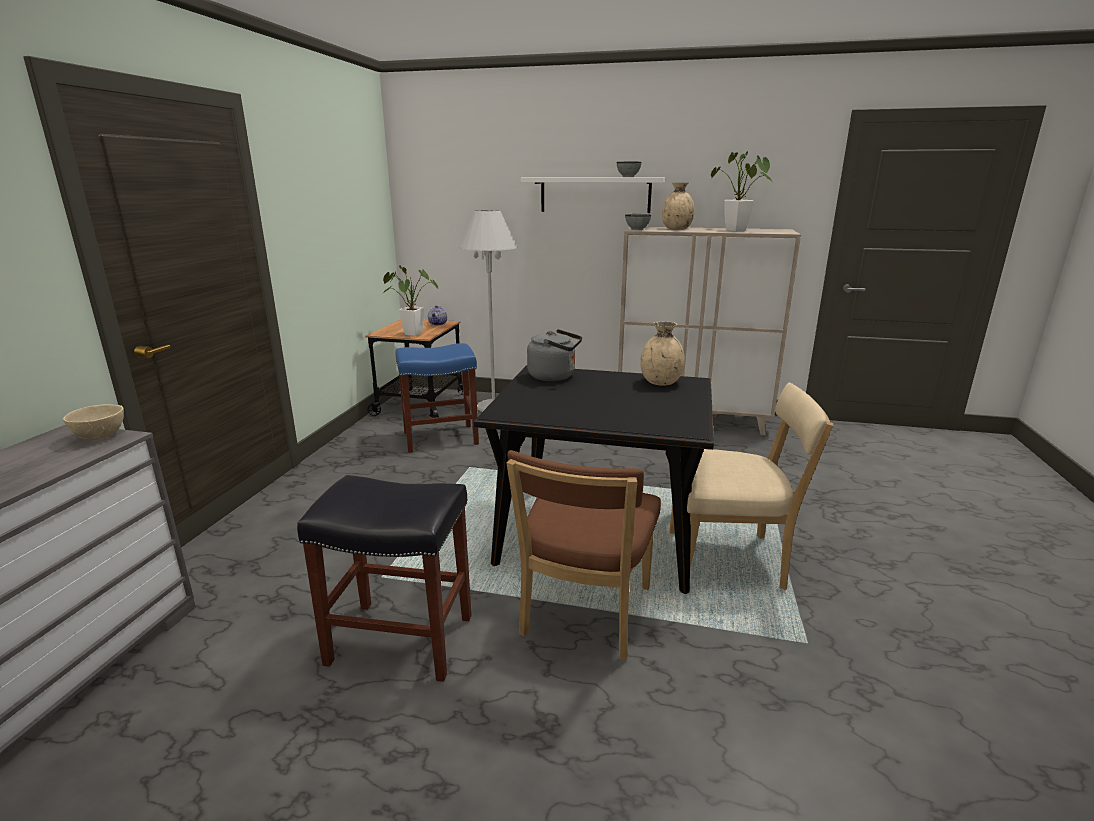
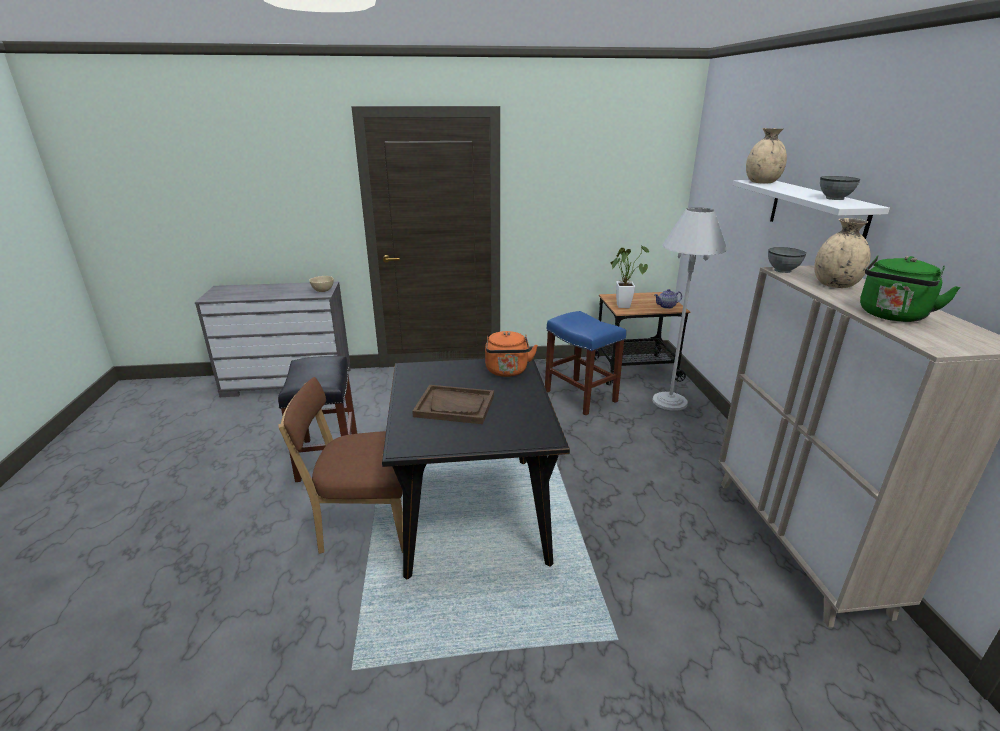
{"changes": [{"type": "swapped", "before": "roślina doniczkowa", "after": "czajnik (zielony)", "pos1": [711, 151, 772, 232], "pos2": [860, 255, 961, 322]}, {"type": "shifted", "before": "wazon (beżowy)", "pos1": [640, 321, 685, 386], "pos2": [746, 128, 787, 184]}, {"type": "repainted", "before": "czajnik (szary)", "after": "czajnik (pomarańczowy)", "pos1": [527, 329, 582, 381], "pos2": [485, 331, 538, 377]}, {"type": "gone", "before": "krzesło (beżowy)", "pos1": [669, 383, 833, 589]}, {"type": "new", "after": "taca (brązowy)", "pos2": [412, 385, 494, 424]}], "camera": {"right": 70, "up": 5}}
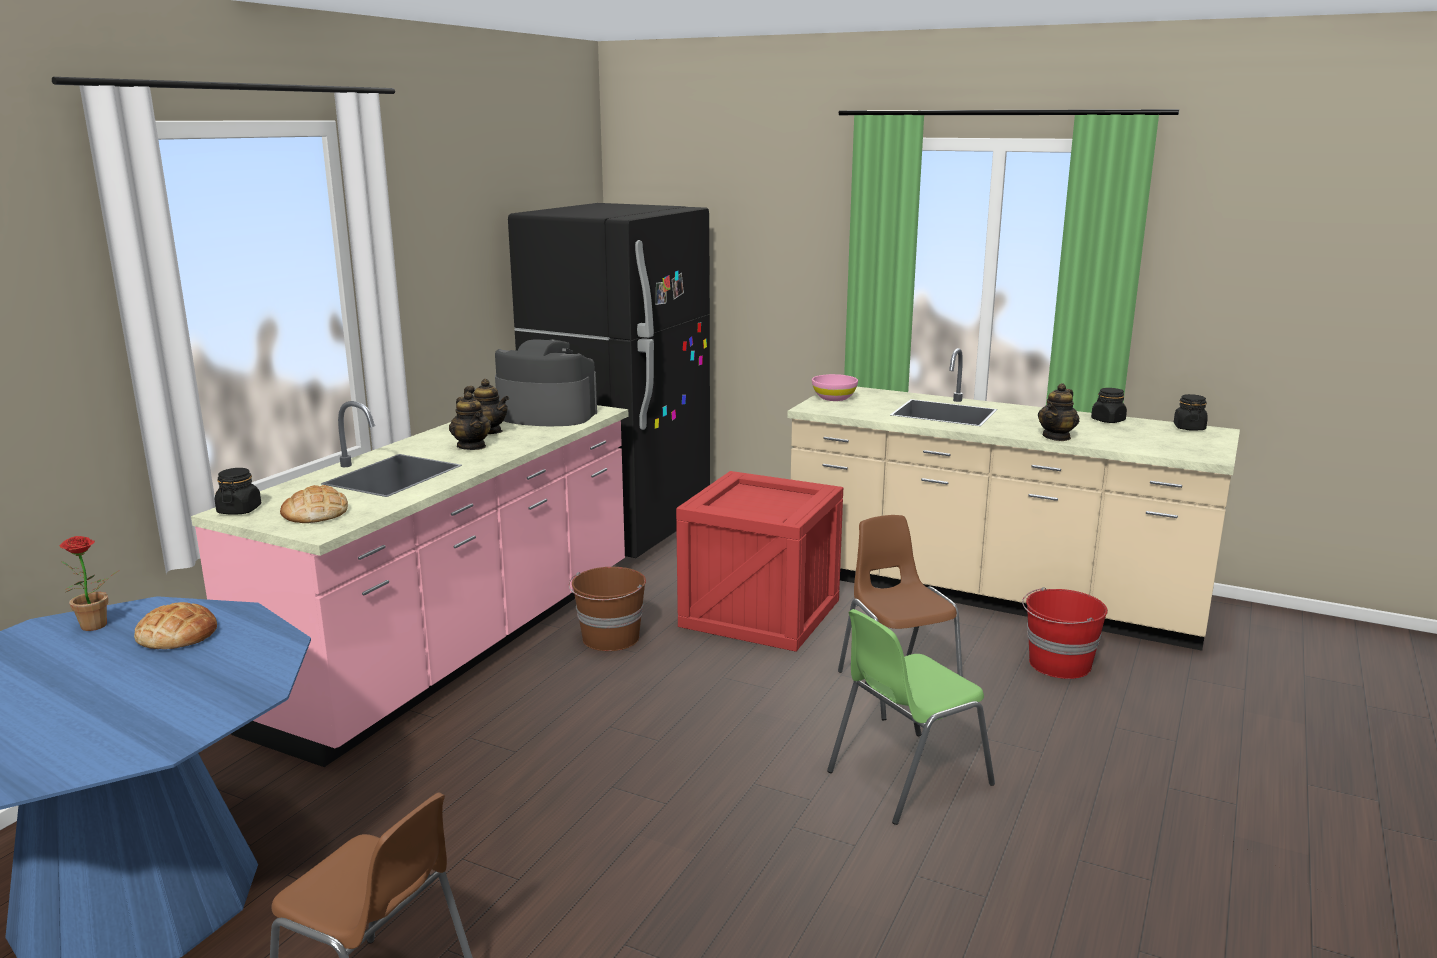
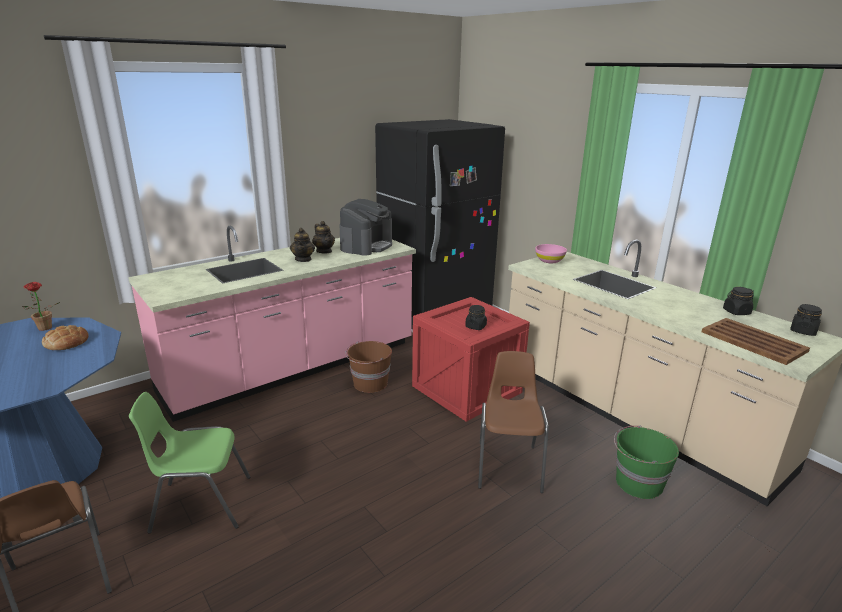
{"changes": [{"type": "rotated", "before": "ekspres do kawy", "pos1": [495, 339, 597, 426], "pos2": [340, 199, 392, 256], "turn": 75}, {"type": "gone", "before": "imbryk", "pos1": [1038, 383, 1079, 441]}, {"type": "shifted", "before": "słoik (czarny)", "pos1": [215, 468, 261, 514], "pos2": [465, 305, 487, 330]}, {"type": "gone", "before": "chleb", "pos1": [280, 485, 348, 523]}, {"type": "repainted", "before": "wiadro (czerwony)", "after": "wiadro (zielony)", "pos1": [1022, 587, 1108, 679], "pos2": [614, 425, 679, 499]}, {"type": "shifted", "before": "krzesło (zielony)", "pos1": [827, 609, 995, 825], "pos2": [129, 392, 250, 534]}, {"type": "new", "after": "taca (brązowy)", "pos2": [702, 318, 810, 365]}], "camera": {"right": 25, "up": 5}}
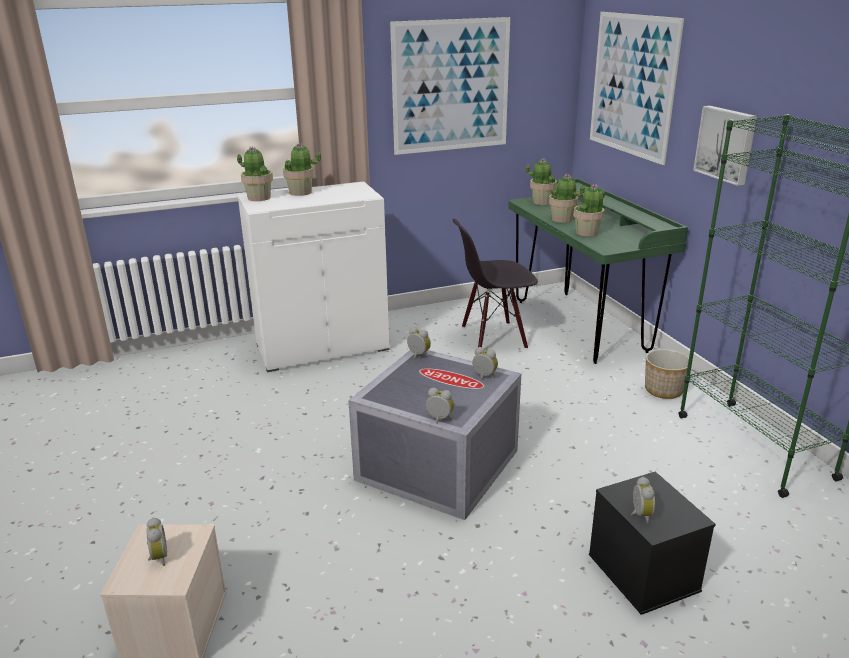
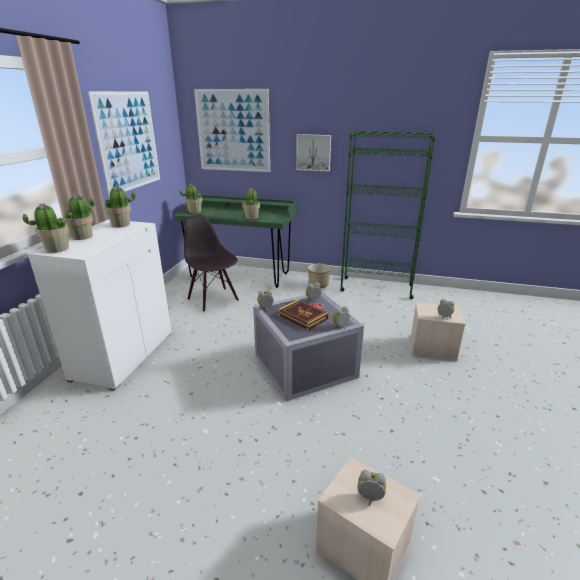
{"changes": [{"type": "shifted", "before": "roślina doniczkowa", "pos1": [549, 174, 585, 223], "pos2": [104, 185, 135, 228]}, {"type": "rotated", "before": "krzesło (czarny)", "pos1": [453, 219, 538, 349], "pos2": [184, 215, 239, 312], "turn": 120}, {"type": "repainted", "before": "pojemnik do przechowywania (czarny)", "after": "pojemnik do przechowywania (beżowy)", "pos1": [589, 472, 716, 615], "pos2": [411, 302, 466, 361]}, {"type": "new", "after": "książka", "pos2": [278, 300, 329, 330]}], "camera": {"right": -55, "up": 0}}
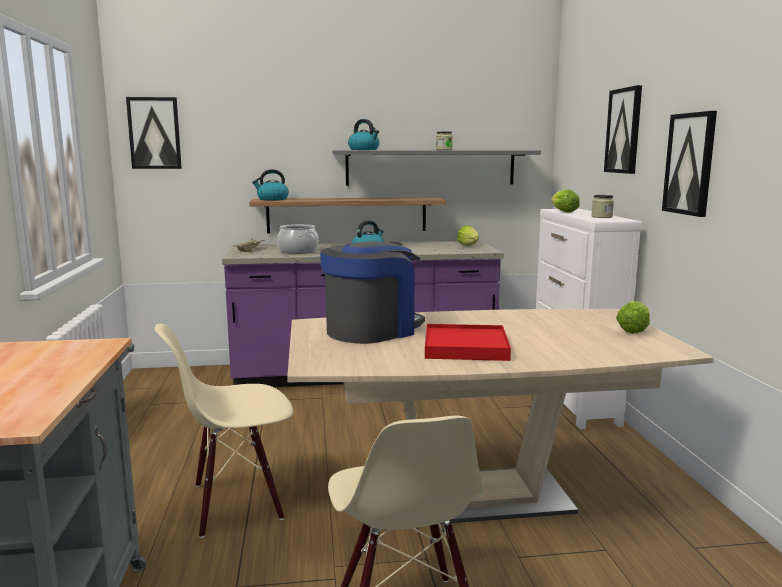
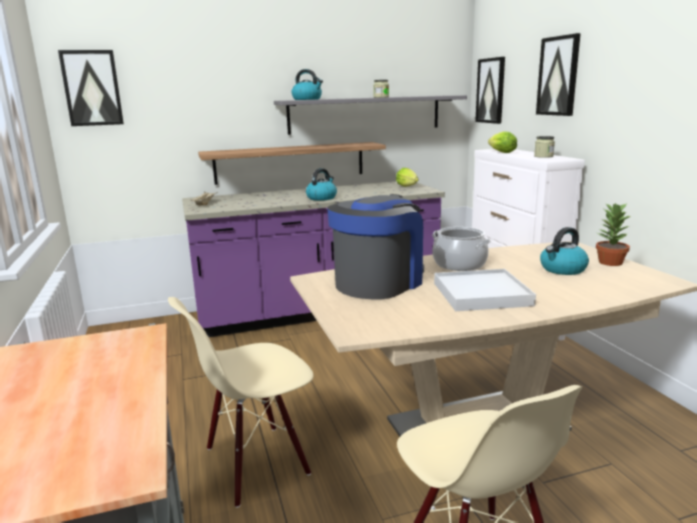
{"changes": [{"type": "shifted", "before": "obraz", "pos1": [662, 111, 717, 217], "pos2": [475, 57, 505, 124]}, {"type": "shifted", "before": "czajnik", "pos1": [252, 169, 289, 200], "pos2": [540, 227, 589, 275]}, {"type": "shifted", "before": "garnek", "pos1": [277, 224, 319, 254], "pos2": [432, 227, 491, 271]}, {"type": "swapped", "before": "sałata", "after": "roślina doniczkowa", "pos1": [616, 301, 650, 334], "pos2": [596, 203, 631, 266]}, {"type": "repainted", "before": "taca (czerwony)", "after": "taca (biały)", "pos1": [425, 324, 511, 361], "pos2": [434, 269, 536, 311]}], "camera": {"right": -10, "up": 5}}
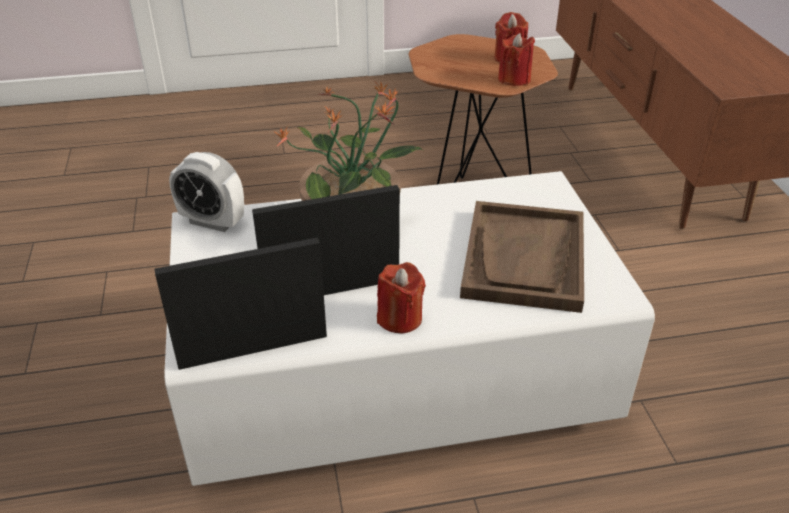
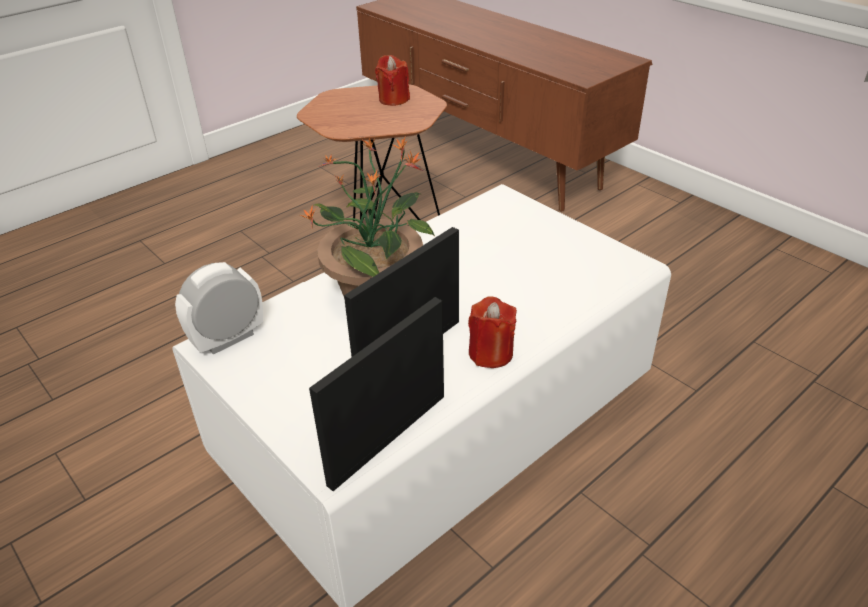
{"changes": [{"type": "gone", "before": "świeca (czerwony)", "pos1": [498, 33, 535, 86]}, {"type": "rotated", "before": "budzik", "pos1": [169, 152, 244, 232], "pos2": [175, 262, 263, 354], "turn": 150}, {"type": "gone", "before": "taca (brązowy)", "pos1": [460, 201, 584, 313]}], "camera": {"right": -30, "up": 0}}
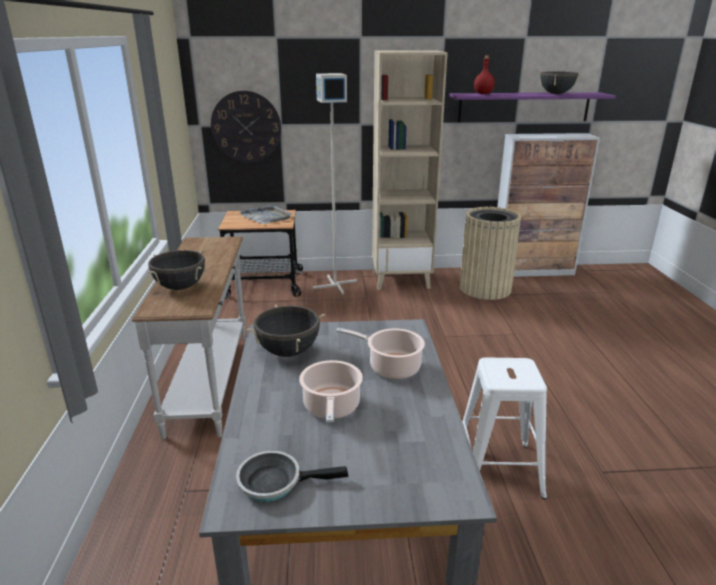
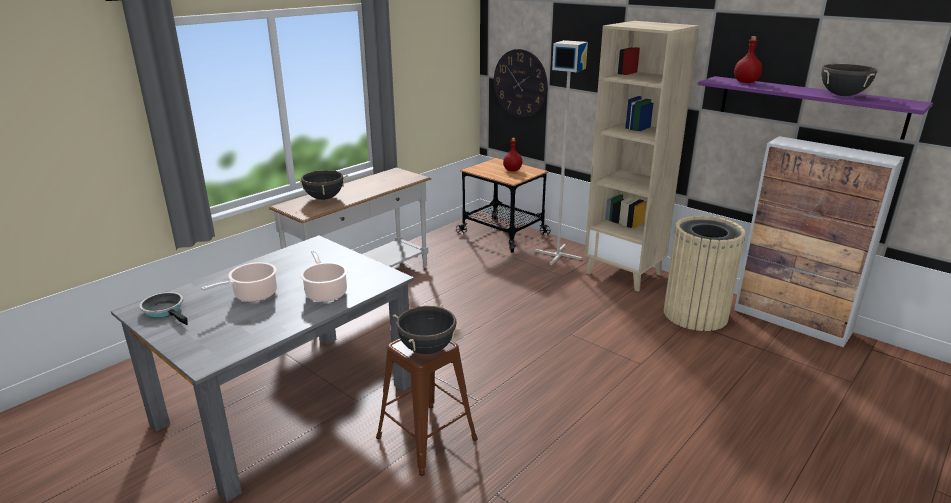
{"changes": [{"type": "swapped", "before": "taca (szary)", "after": "butelka (czerwony)", "pos1": [239, 205, 292, 224], "pos2": [503, 138, 522, 172]}, {"type": "shifted", "before": "garnek (czarny)", "pos1": [246, 305, 325, 357], "pos2": [393, 304, 461, 354]}, {"type": "repainted", "before": "stołek (biały)", "after": "stołek (brązowy)", "pos1": [462, 358, 547, 499], "pos2": [376, 338, 478, 476]}], "camera": {"right": 45, "up": 0}}
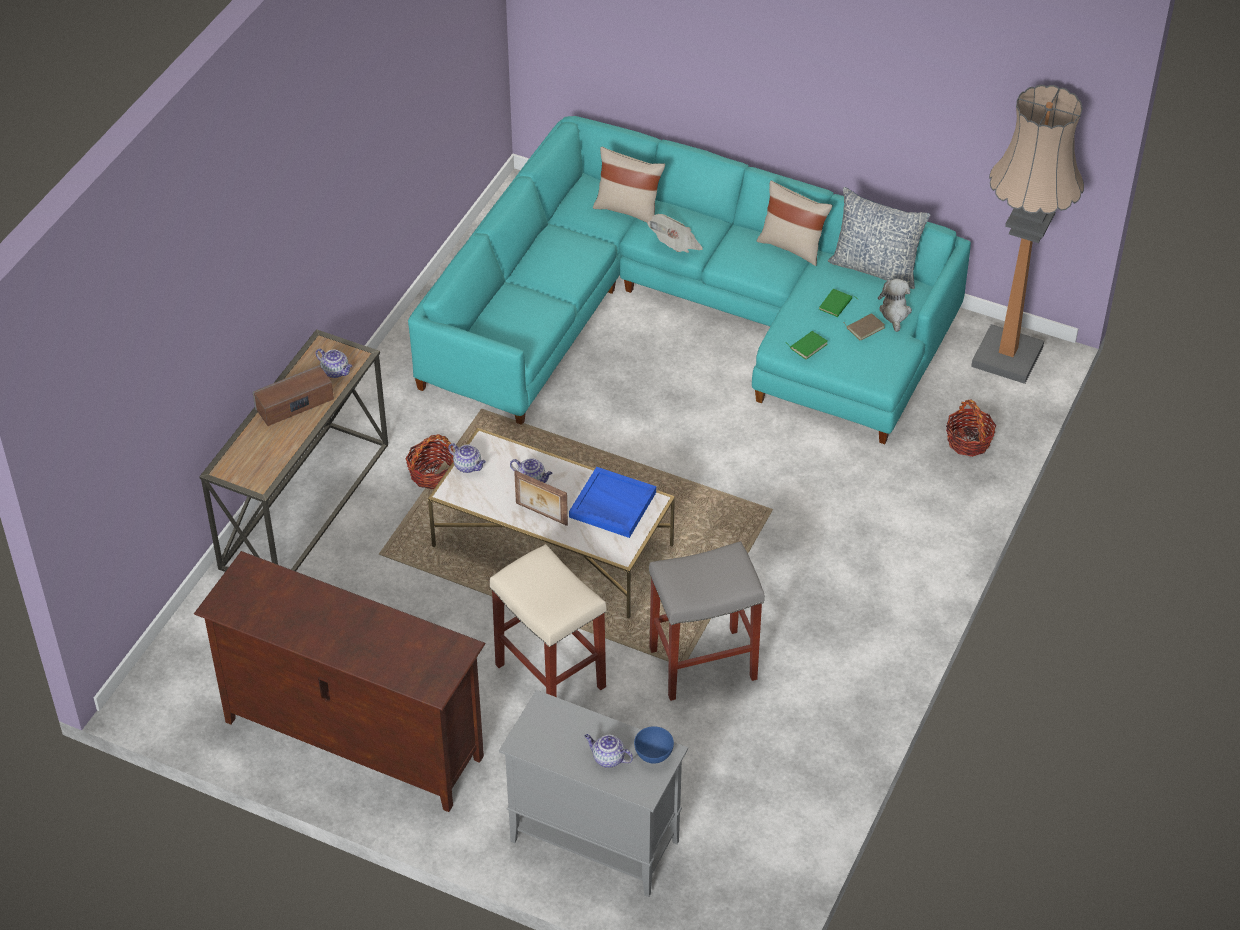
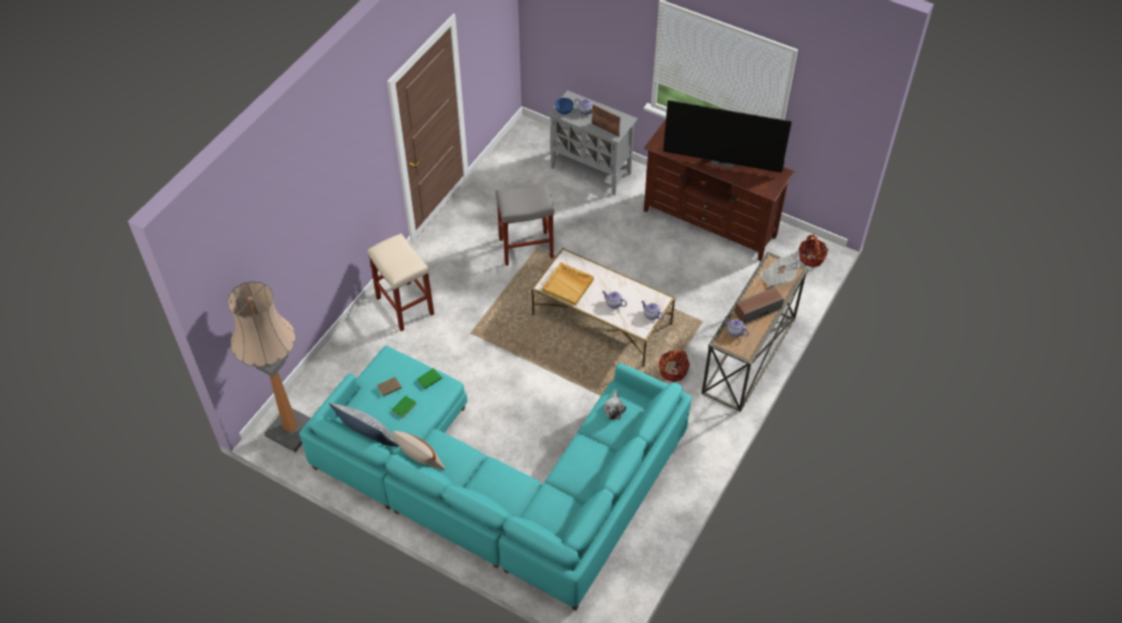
{"changes": [{"type": "gone", "before": "poduszka (beżowy)", "pos1": [593, 147, 665, 223]}, {"type": "shifted", "before": "gazeta", "pos1": [647, 214, 703, 253], "pos2": [760, 256, 800, 287]}, {"type": "shifted", "before": "pluszak", "pos1": [878, 279, 912, 332], "pos2": [603, 390, 626, 420]}, {"type": "shifted", "before": "koszyk", "pos1": [946, 399, 996, 457], "pos2": [799, 234, 828, 267]}, {"type": "repainted", "before": "taca (niebieski)", "after": "taca (beżowy)", "pos1": [569, 467, 656, 538], "pos2": [542, 262, 594, 306]}, {"type": "shifted", "before": "ramka na zdjęcie", "pos1": [514, 470, 568, 526], "pos2": [592, 105, 620, 137]}, {"type": "shifted", "before": "stołek (beżowy)", "pos1": [490, 544, 606, 697], "pos2": [367, 233, 434, 331]}, {"type": "new", "after": "telewizor", "pos2": [663, 100, 792, 173]}], "camera": {"right": -175, "up": 5}}
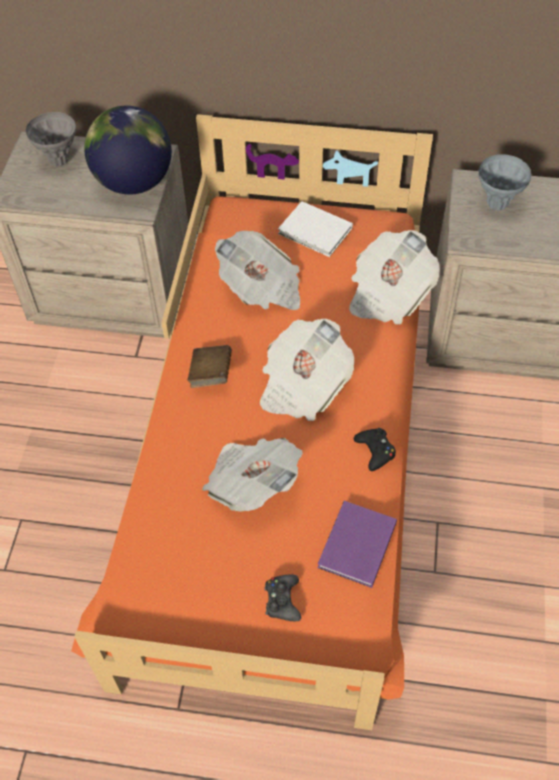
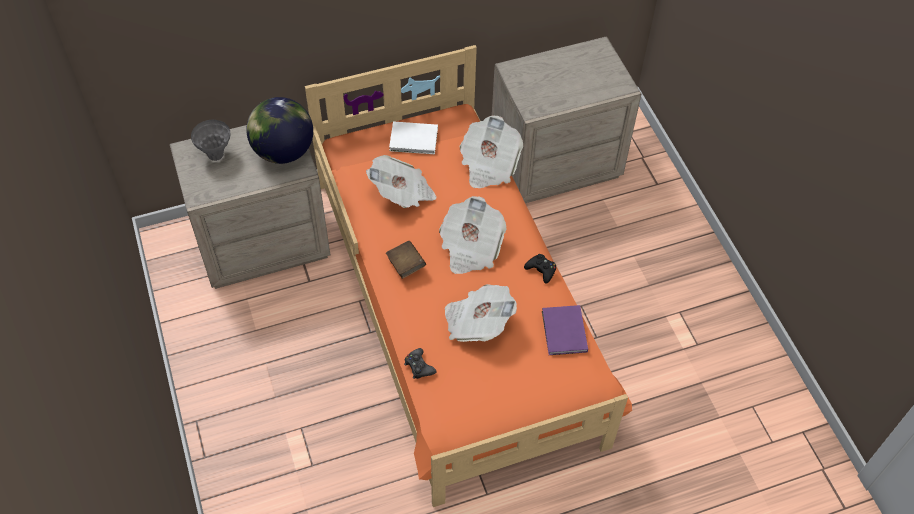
{"changes": [{"type": "gone", "before": "wazon (szary)", "pos1": [478, 154, 531, 210]}, {"type": "shifted", "before": "pad do gier (czarny)", "pos1": [264, 575, 301, 621], "pos2": [404, 348, 436, 379]}], "camera": {"right": -30, "up": 0}}
